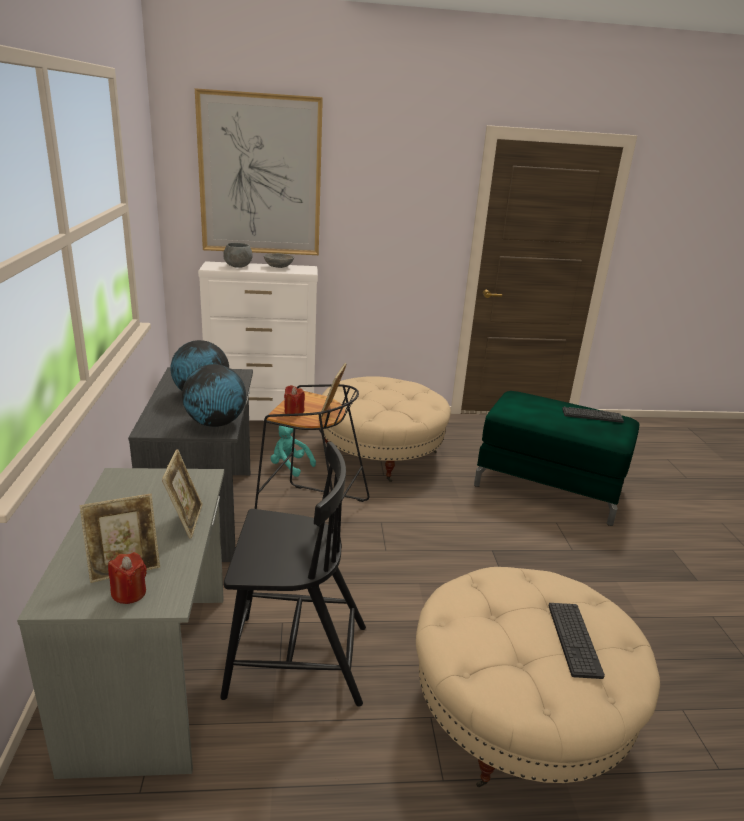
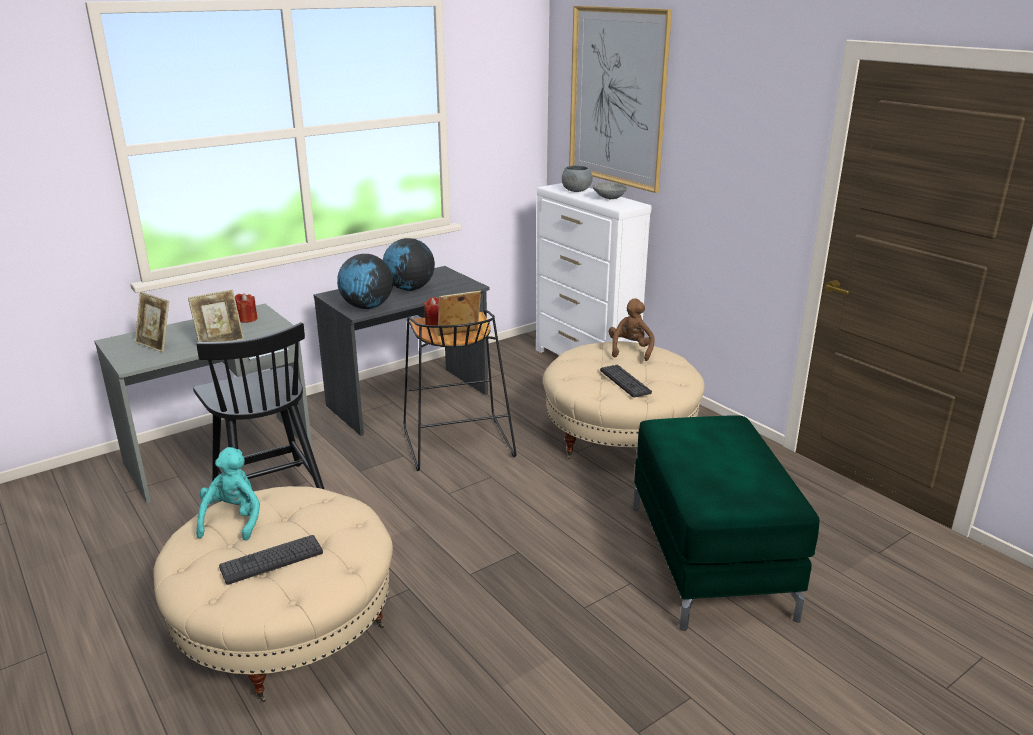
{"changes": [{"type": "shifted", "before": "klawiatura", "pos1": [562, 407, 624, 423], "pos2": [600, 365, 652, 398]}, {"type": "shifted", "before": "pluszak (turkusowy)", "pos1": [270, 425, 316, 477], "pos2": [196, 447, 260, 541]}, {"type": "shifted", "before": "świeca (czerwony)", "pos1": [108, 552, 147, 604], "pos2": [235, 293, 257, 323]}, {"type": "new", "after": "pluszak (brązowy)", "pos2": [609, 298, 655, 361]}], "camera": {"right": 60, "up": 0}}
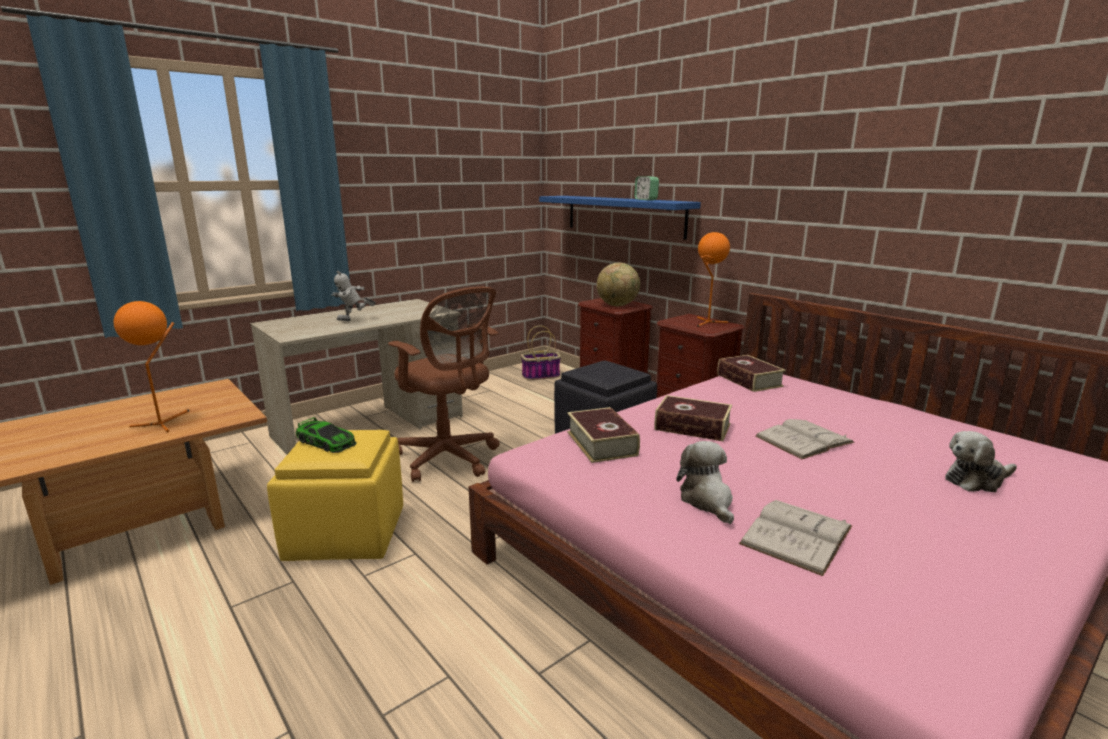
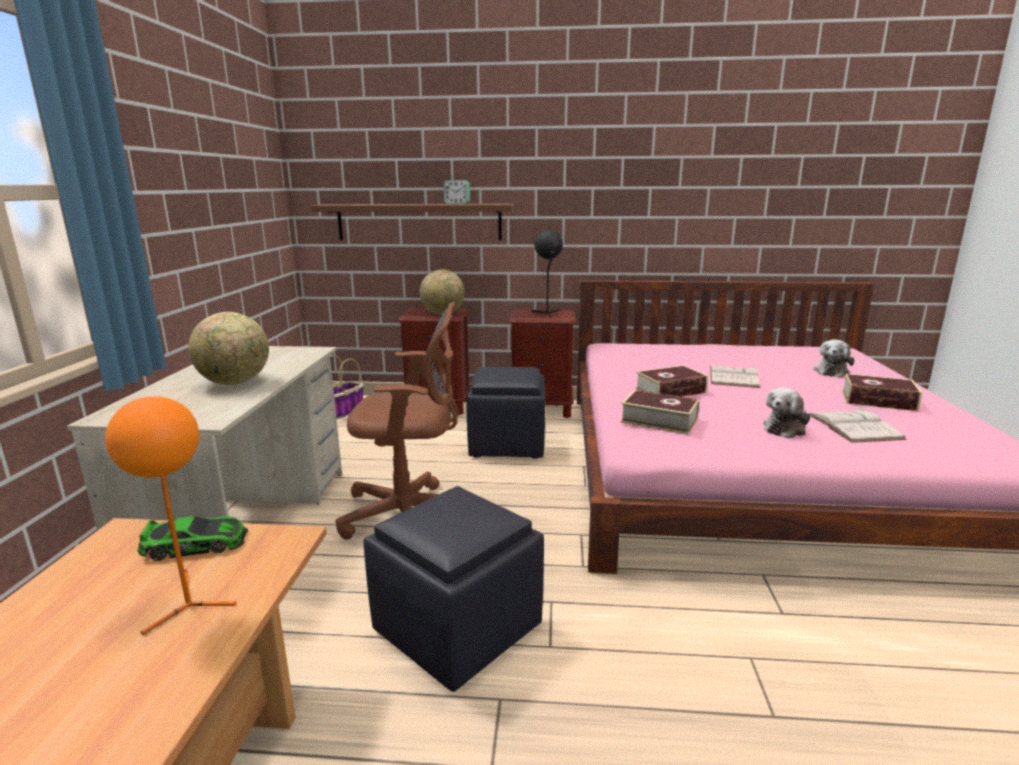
{"changes": [{"type": "repainted", "before": "półka (niebieski)", "after": "półka (brązowy)", "pos1": [539, 196, 701, 240], "pos2": [310, 204, 515, 240]}, {"type": "repainted", "before": "lampa stołowa (pomarańczowy)", "after": "lampa stołowa (czarny)", "pos1": [697, 232, 730, 327], "pos2": [531, 230, 563, 317]}, {"type": "swapped", "before": "robot zabawkowy", "after": "globus", "pos1": [331, 271, 376, 321], "pos2": [188, 312, 269, 385]}, {"type": "shifted", "before": "książka", "pos1": [718, 355, 786, 392], "pos2": [842, 373, 922, 411]}, {"type": "shifted", "before": "samochodzik", "pos1": [295, 417, 357, 453], "pos2": [137, 516, 249, 561]}, {"type": "repainted", "before": "pufa (żółty)", "after": "pufa (czarny)", "pos1": [267, 430, 403, 561], "pos2": [363, 486, 544, 692]}, {"type": "rotated", "before": "pluszak", "pos1": [676, 441, 734, 524], "pos2": [763, 388, 810, 439], "turn": -75}], "camera": {"right": -45, "up": 0}}
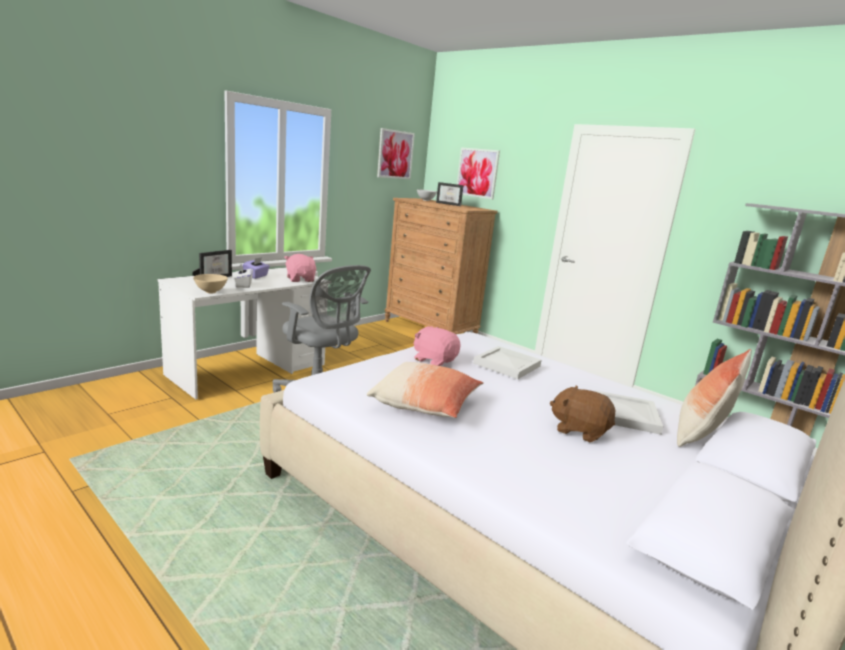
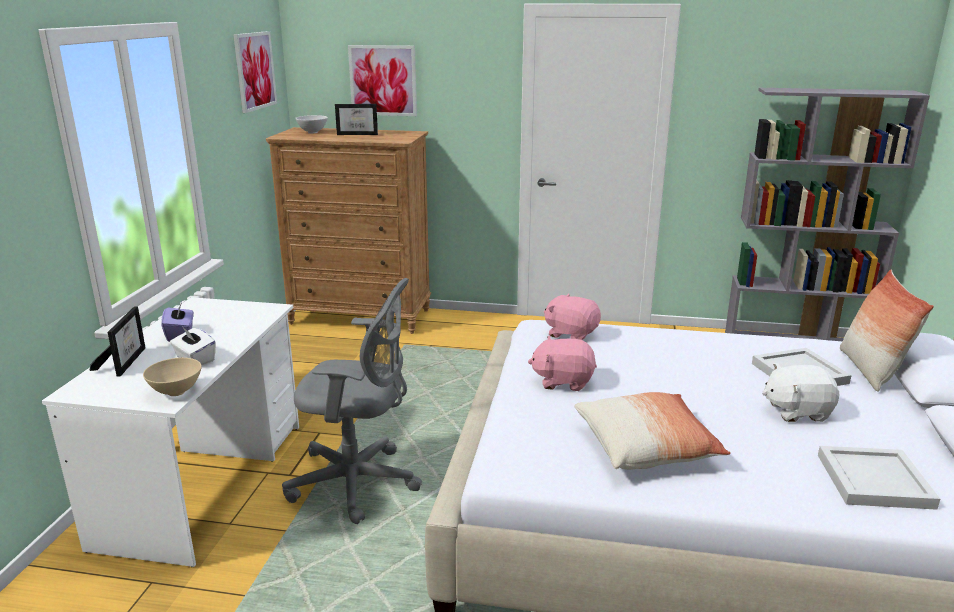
{"changes": [{"type": "shifted", "before": "pluszak (różowy)", "pos1": [284, 254, 316, 282], "pos2": [544, 294, 601, 340]}, {"type": "shifted", "before": "taca (biały)", "pos1": [473, 346, 542, 379], "pos2": [818, 446, 940, 510]}, {"type": "repainted", "before": "pluszak (brązowy)", "after": "pluszak (biały)", "pos1": [550, 385, 615, 442], "pos2": [762, 363, 839, 422]}], "camera": {"right": -30, "up": 5}}
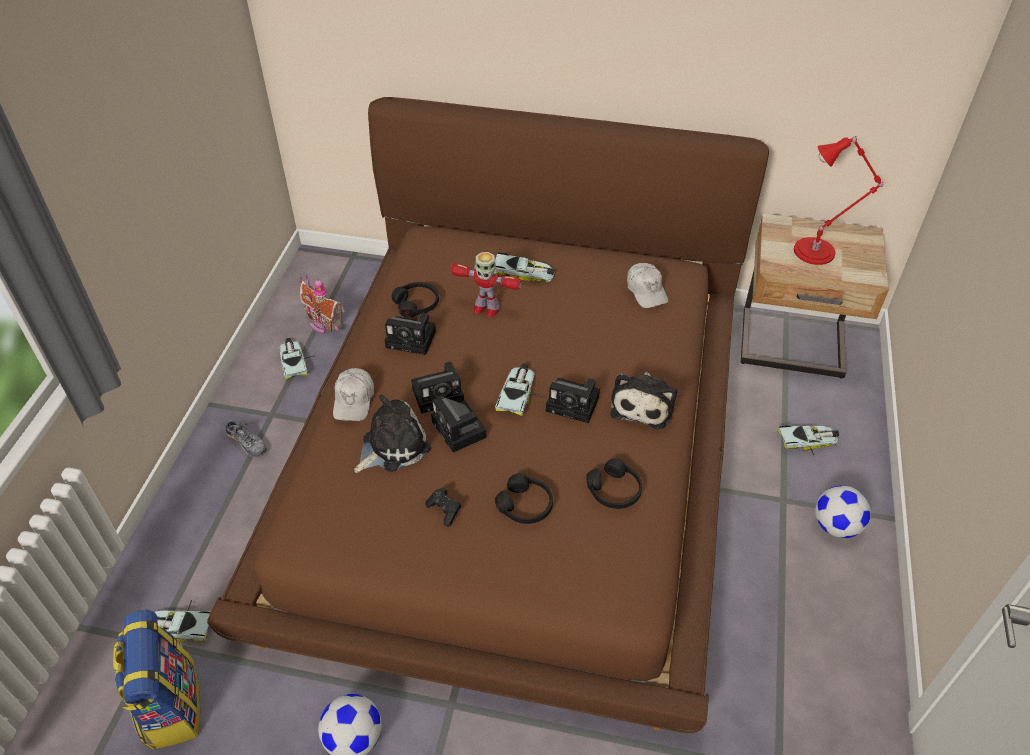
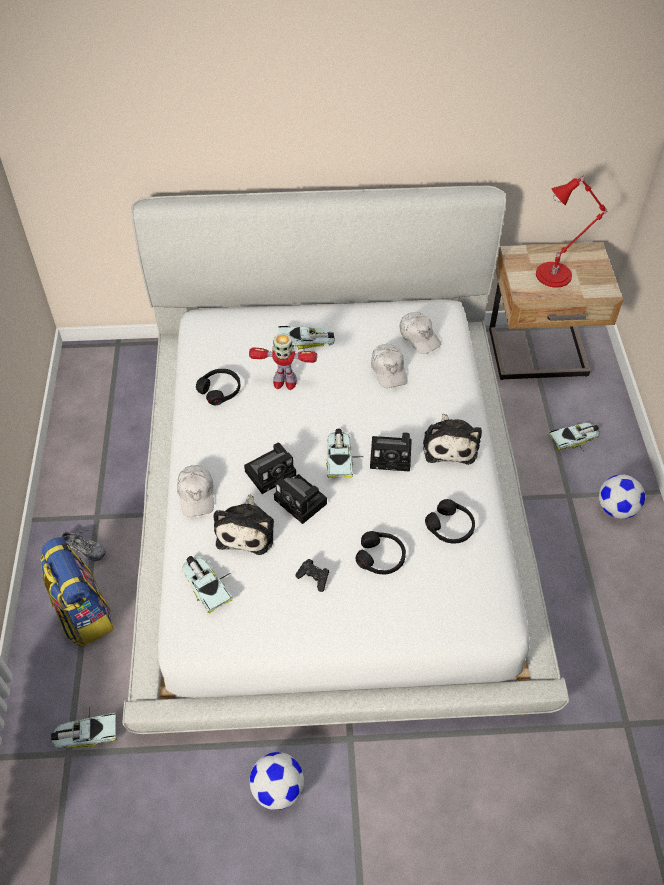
{"changes": [{"type": "repainted", "before": "łóżko (brązowy)", "after": "łóżko (biały)", "pos1": [207, 97, 769, 733], "pos2": [123, 186, 569, 734]}, {"type": "gone", "before": "domek", "pos1": [299, 273, 345, 334]}, {"type": "gone", "before": "aparat fotograficzny", "pos1": [385, 313, 436, 355]}, {"type": "shifted", "before": "samochodzik", "pos1": [279, 338, 314, 379], "pos2": [182, 556, 233, 613]}, {"type": "rotated", "before": "pluszak", "pos1": [354, 394, 431, 473], "pos2": [213, 495, 274, 555], "turn": 150}, {"type": "shifted", "before": "plecak", "pos1": [113, 610, 200, 750], "pos2": [40, 537, 114, 646]}, {"type": "new", "after": "czapka z daszkiem (biały)", "pos2": [371, 344, 407, 388]}], "camera": {"right": -15, "up": 5}}
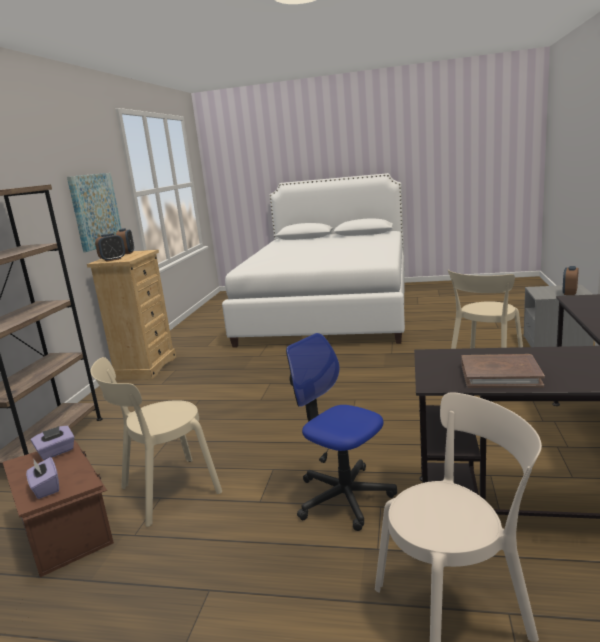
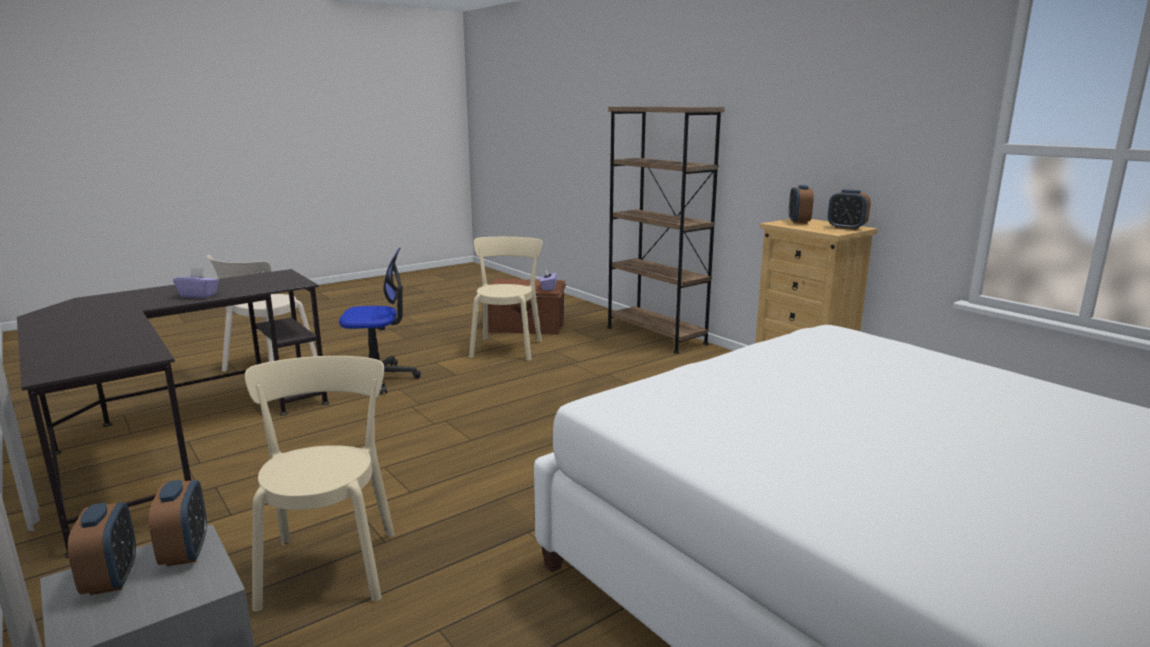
{"changes": [{"type": "gone", "before": "obraz", "pos1": [67, 173, 121, 252]}, {"type": "gone", "before": "książka (brązowy)", "pos1": [461, 354, 545, 388]}, {"type": "shifted", "before": "pudełko chusteczek (fioletowy)", "pos1": [26, 457, 59, 499], "pos2": [173, 267, 219, 298]}, {"type": "new", "after": "budzik", "pos2": [149, 480, 207, 566]}], "camera": {"right": 130, "up": 0}}
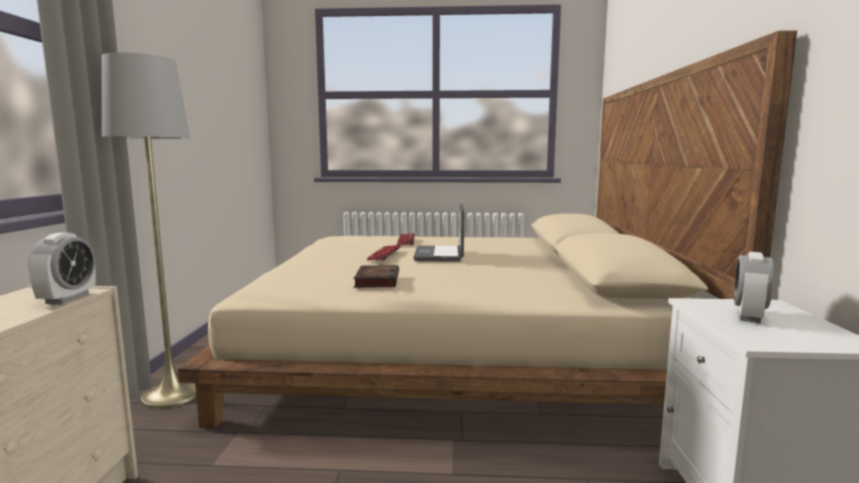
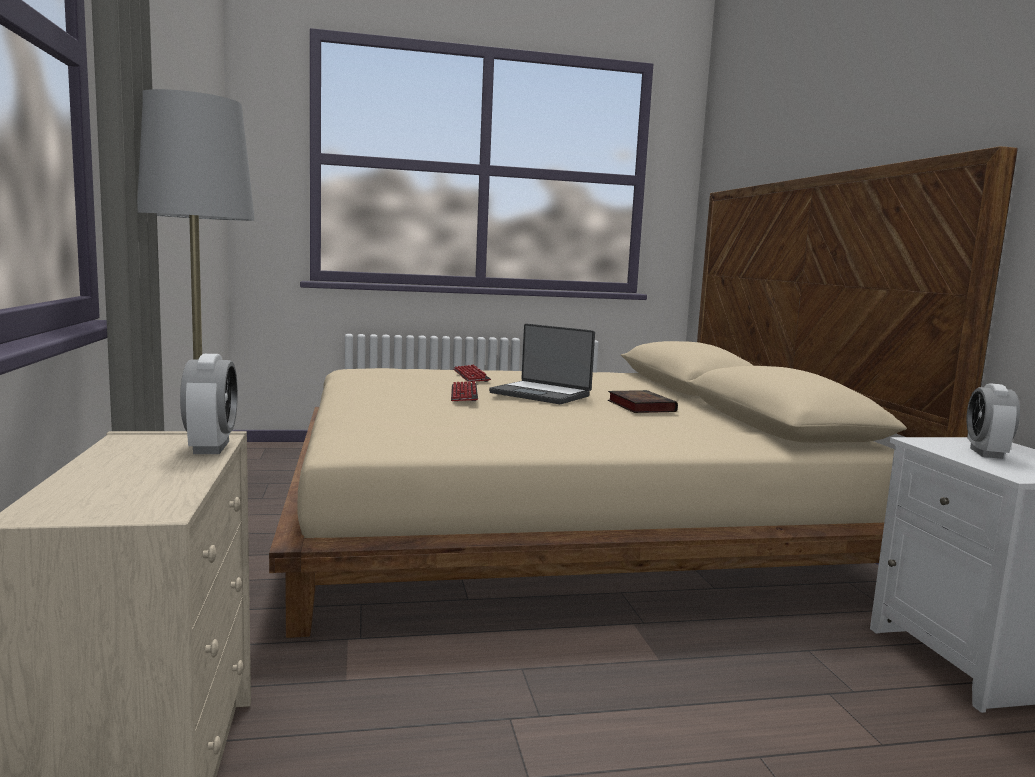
{"changes": [{"type": "rotated", "before": "laptop", "pos1": [413, 204, 464, 262], "pos2": [489, 324, 595, 404], "turn": -45}, {"type": "shifted", "before": "książka", "pos1": [353, 265, 399, 288], "pos2": [608, 390, 678, 413]}], "camera": {"right": -15, "up": 0}}
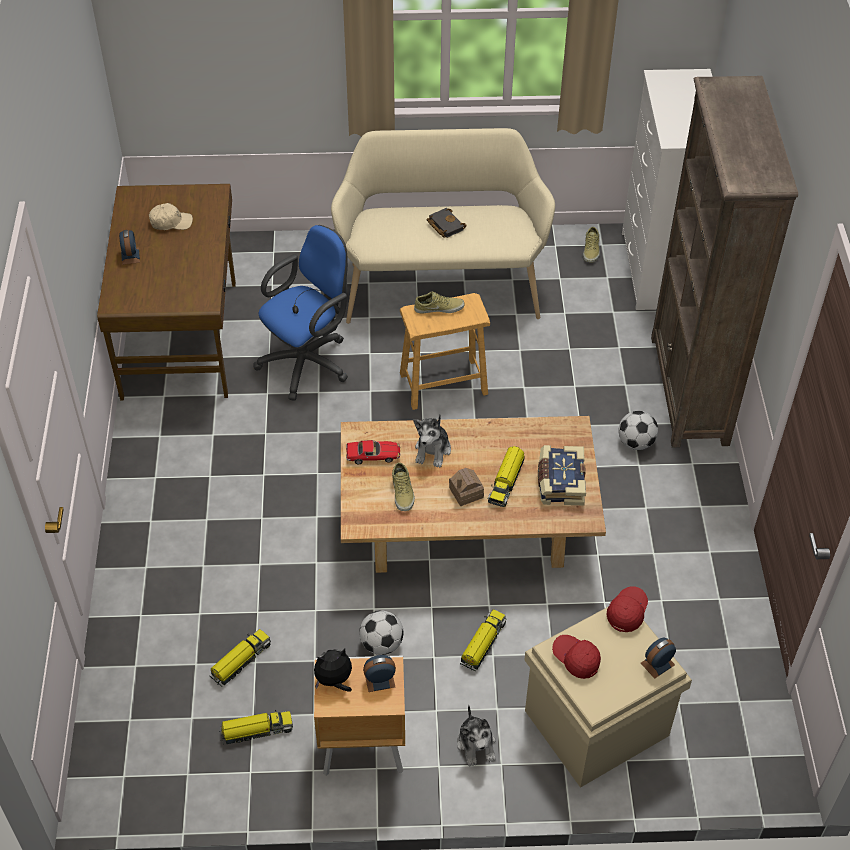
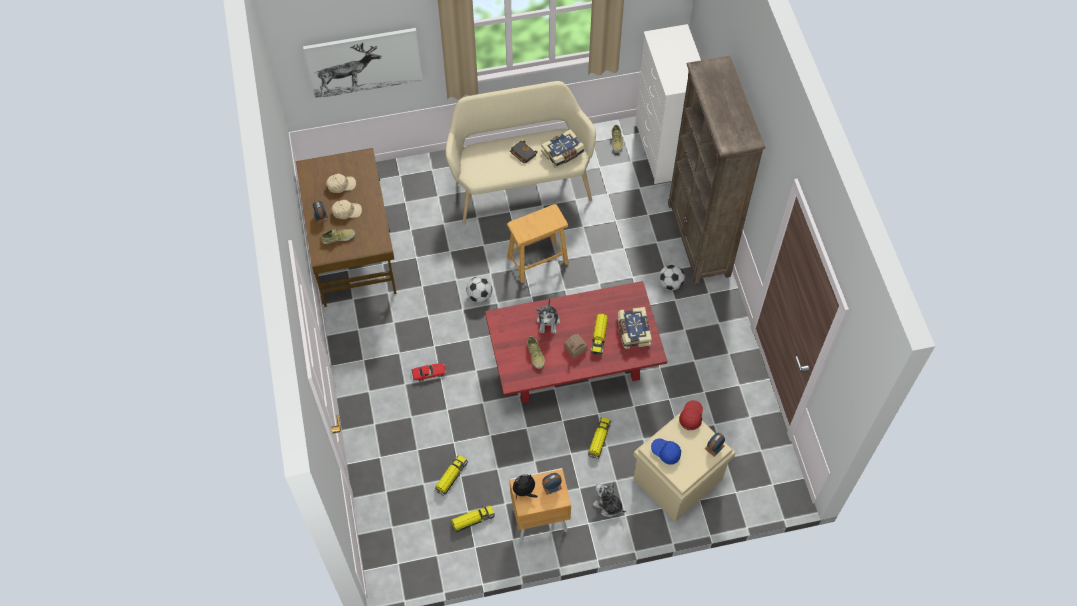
{"changes": [{"type": "gone", "before": "krzesło biurowe (niebieski)", "pos1": [253, 225, 348, 401]}, {"type": "shifted", "before": "but (beżowy)", "pos1": [414, 292, 465, 313], "pos2": [321, 229, 355, 244]}, {"type": "repainted", "before": "ława (beżowy)", "after": "ława (czerwony)", "pos1": [341, 416, 606, 573], "pos2": [485, 281, 667, 403]}, {"type": "shifted", "before": "samochodzik", "pos1": [346, 440, 401, 464], "pos2": [412, 363, 446, 382]}, {"type": "shifted", "before": "piłka futbolowa", "pos1": [359, 610, 403, 655], "pos2": [466, 277, 492, 302]}, {"type": "repainted", "before": "czapka z daszkiem (czerwony)", "after": "czapka z daszkiem (niebieski)", "pos1": [552, 635, 601, 679], "pos2": [651, 439, 681, 465]}, {"type": "rotated", "before": "pluszak", "pos1": [457, 705, 496, 766], "pos2": [593, 482, 626, 517], "turn": 150}, {"type": "new", "after": "obraz", "pos2": [303, 28, 422, 99]}, {"type": "new", "after": "książka", "pos2": [541, 129, 585, 168]}, {"type": "new", "after": "czapka z daszkiem (beżowy)", "pos2": [332, 200, 362, 219]}], "camera": {"right": -10, "up": 10}}
